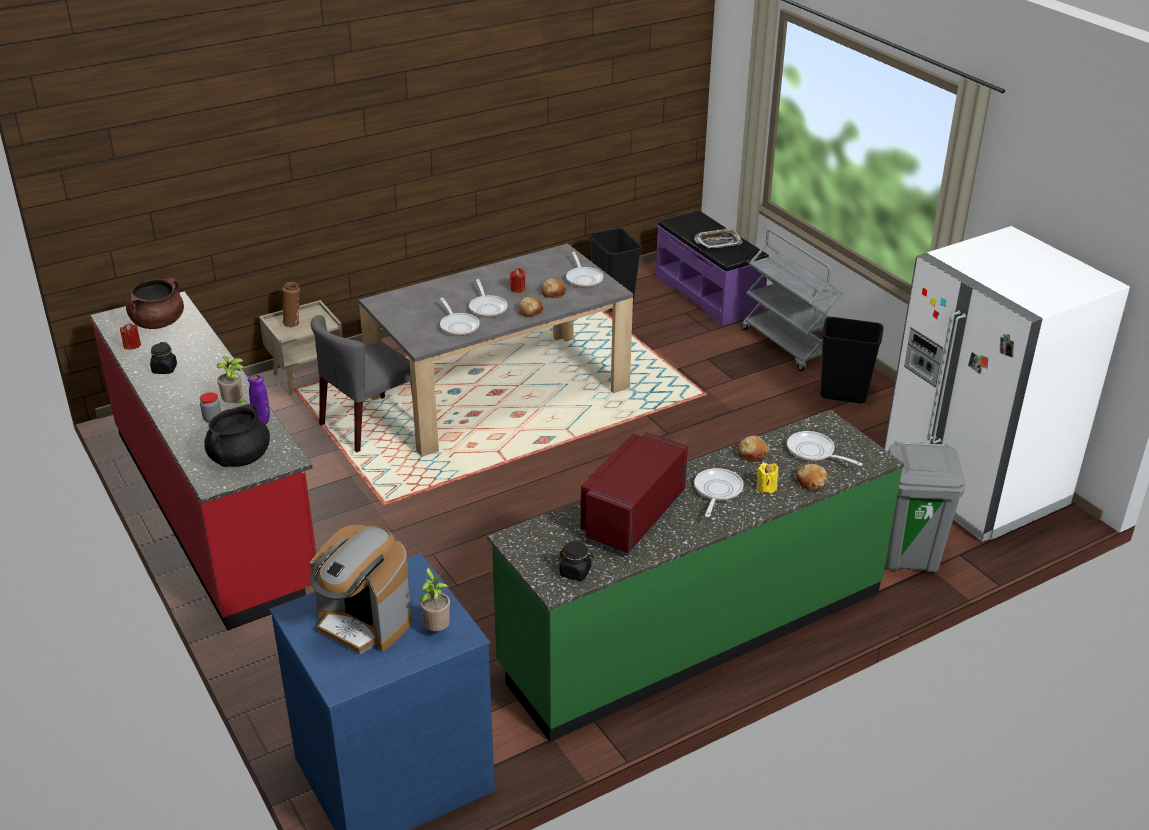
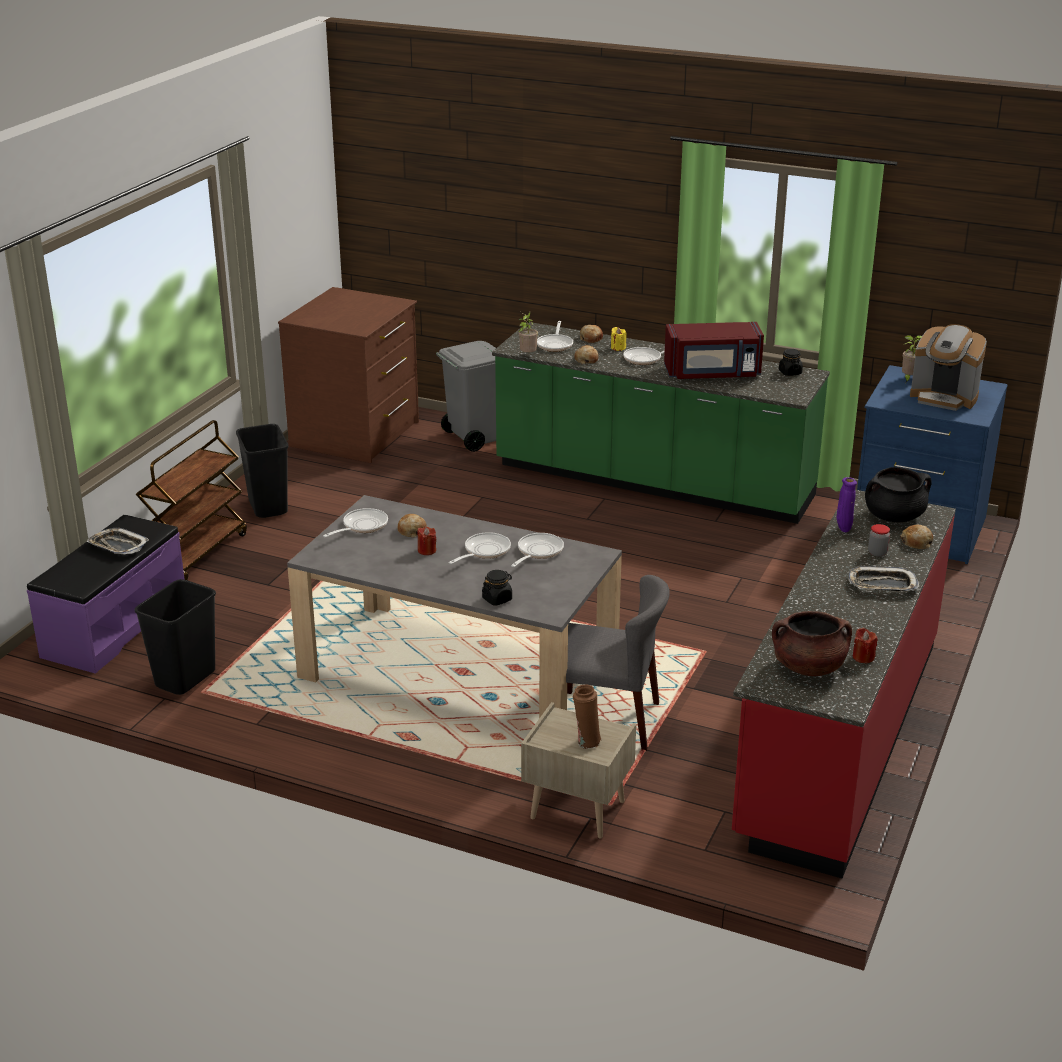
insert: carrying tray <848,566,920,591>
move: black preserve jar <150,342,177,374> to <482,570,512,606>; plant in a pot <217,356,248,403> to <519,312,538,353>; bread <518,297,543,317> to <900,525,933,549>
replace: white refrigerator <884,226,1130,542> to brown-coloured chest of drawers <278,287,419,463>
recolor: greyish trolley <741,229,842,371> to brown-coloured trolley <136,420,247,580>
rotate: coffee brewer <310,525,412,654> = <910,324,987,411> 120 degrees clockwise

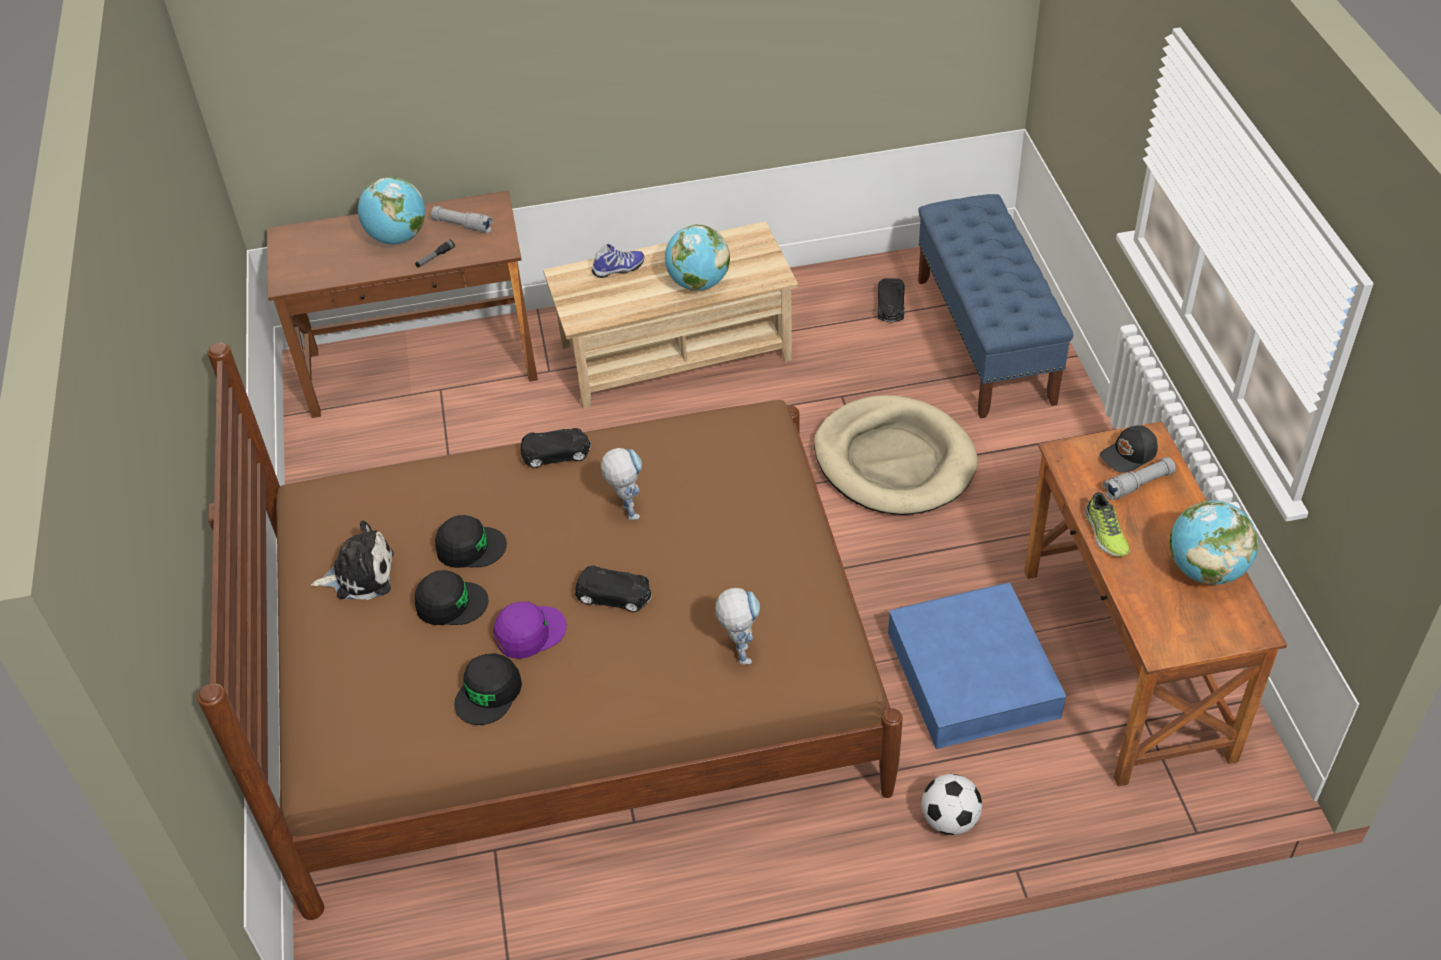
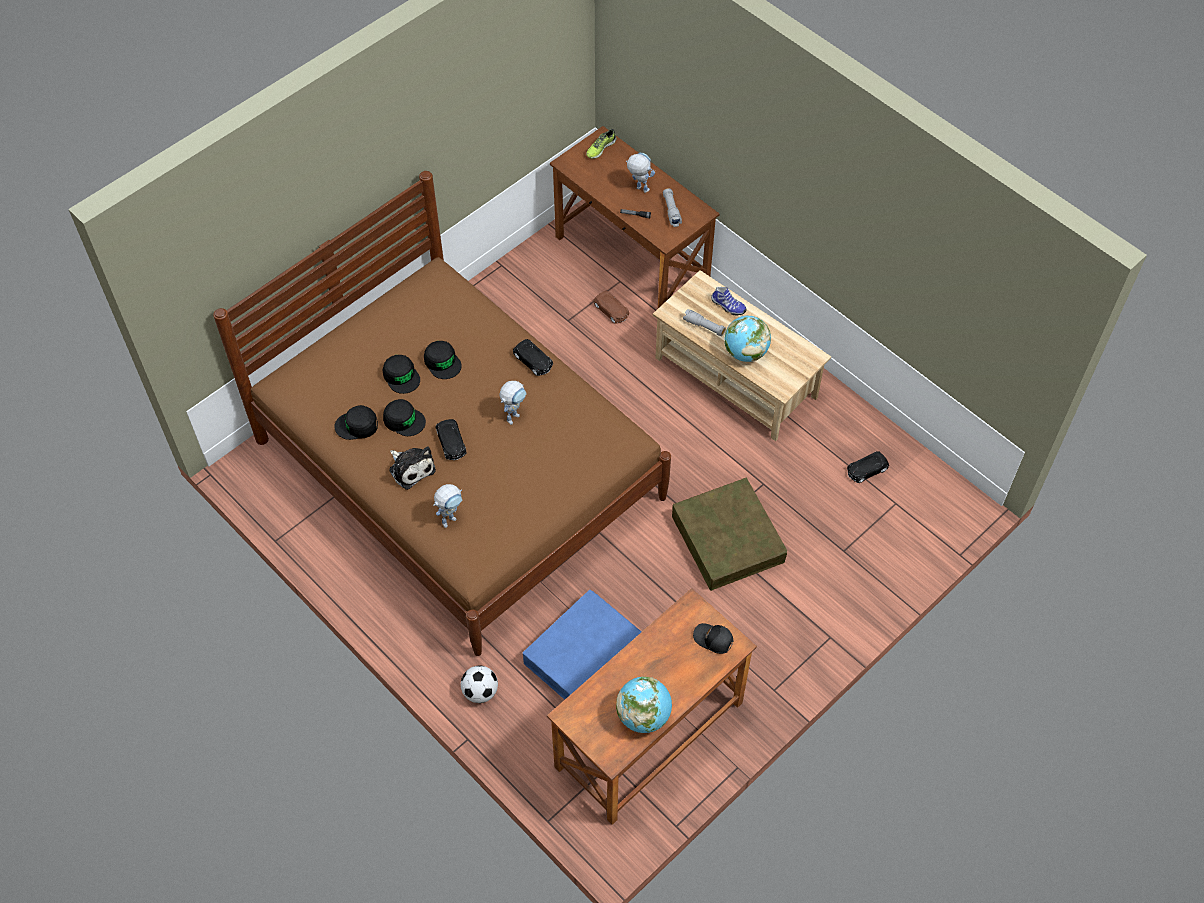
delete: blue-coloured long seat <918,194,1073,418>
insert: brown-coloured model car <593,291,629,324>
move: soft toy <311,521,393,600> to <389,447,436,490>; shoe <1085,492,1130,557> to <586,129,617,159>; greyish torch <1103,457,1176,500> to <683,309,726,336>
replace: globe <358,177,425,244> to robot figure <626,153,655,193>; beige dog bed <814,395,978,515> to brown-coloured storage box <672,478,787,591>
recolor: purplish cap <493,602,567,659> to black cap <383,399,426,436>

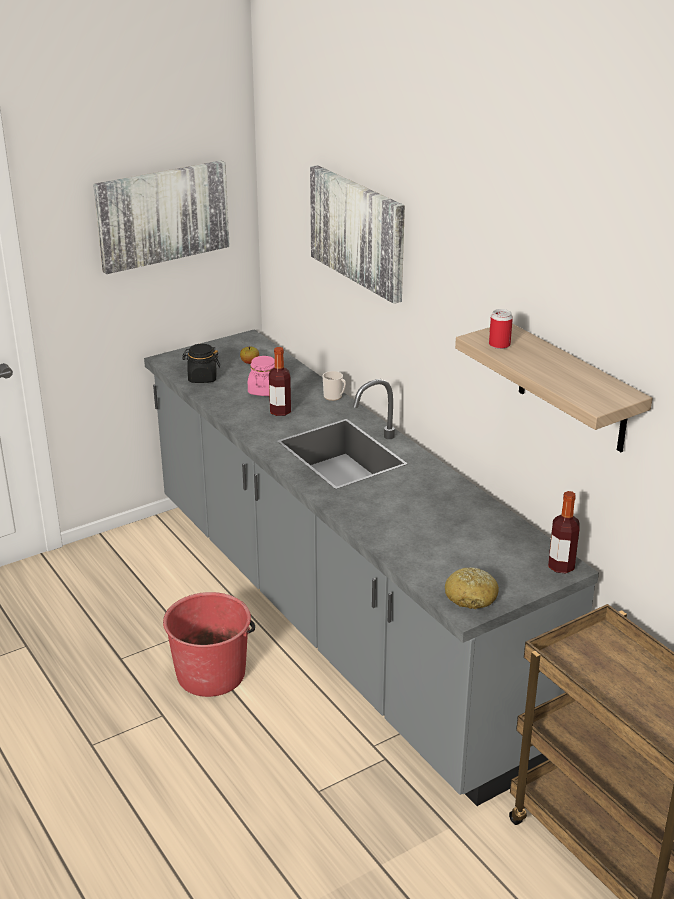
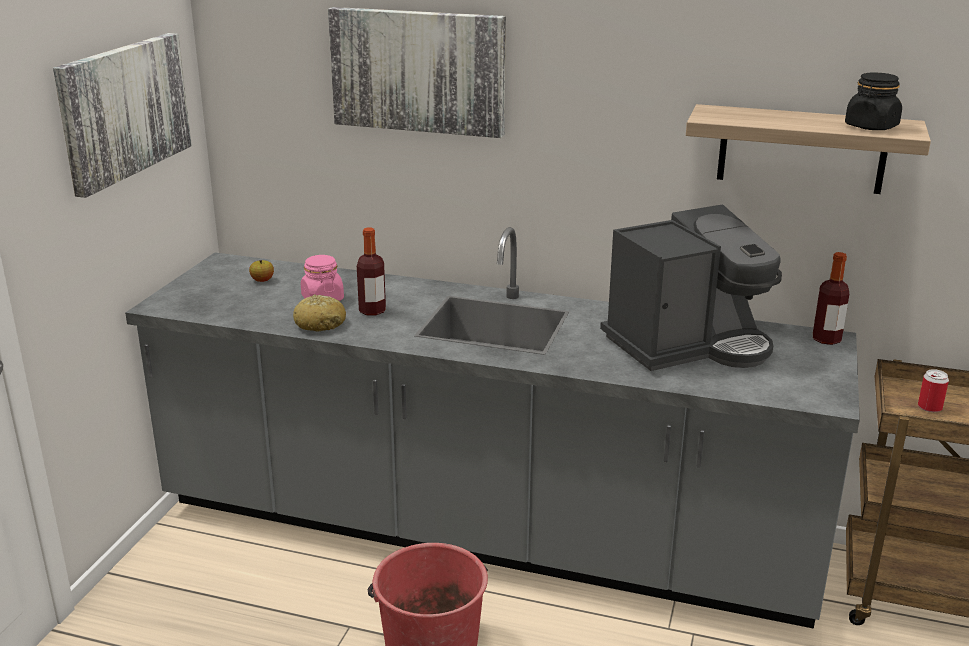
delete: tea mug <323,371,346,401>
insert: coffee brewer <600,204,782,371>
move: black preserve jar <182,344,220,383> to <845,72,902,130>; bread <445,568,499,609> to <293,294,346,332>; metal can <489,309,513,349> to <918,369,949,412>

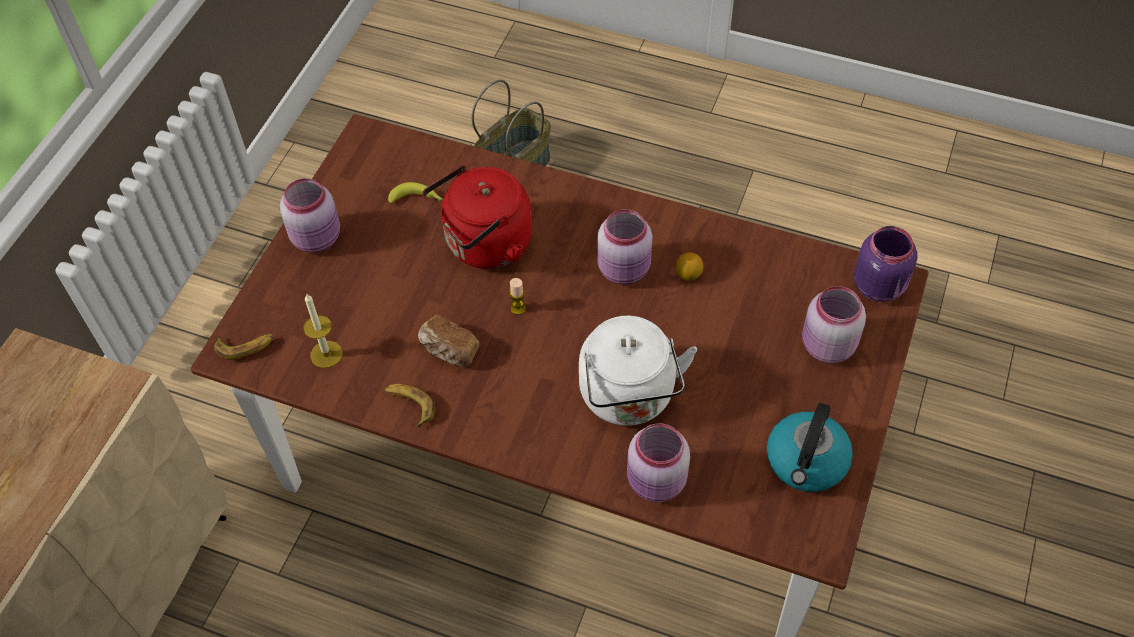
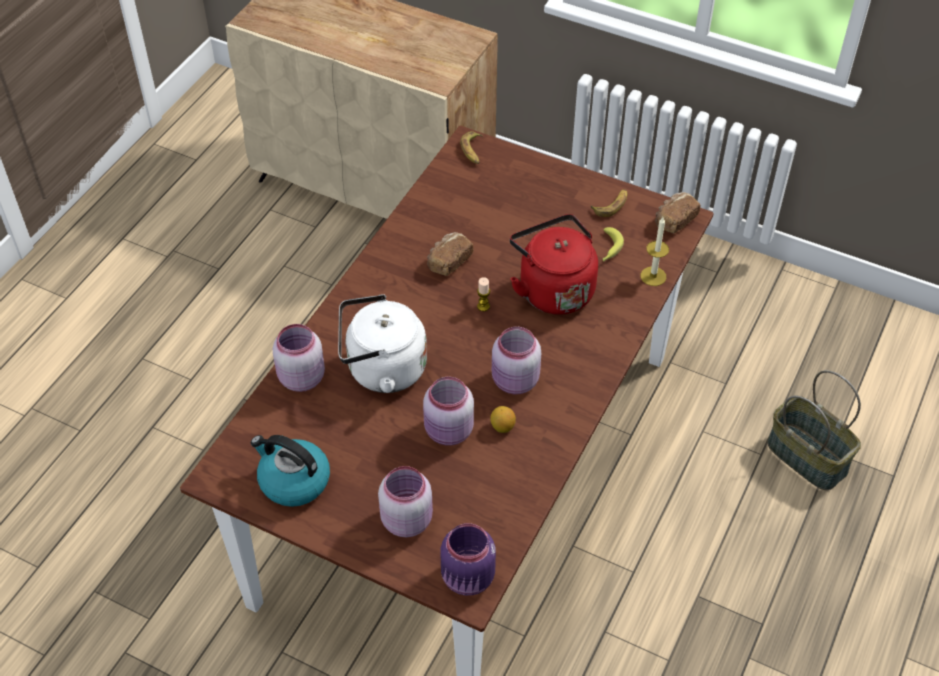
insert: bread <655,192,701,234>
move: pink-coloured preserve jar <280,178,340,253> to <423,377,474,446>; wax light <303,293,343,368> to <640,217,669,286>; whole banana <384,384,435,427> to <591,189,627,217>

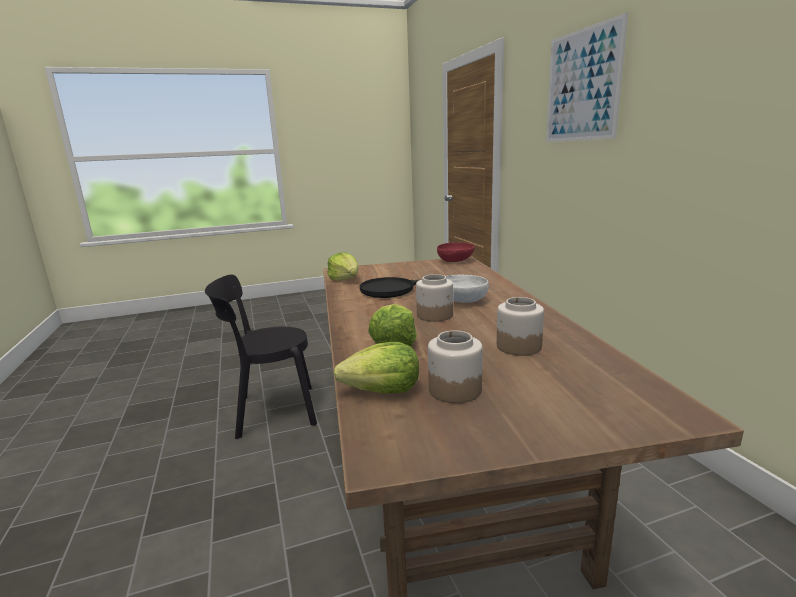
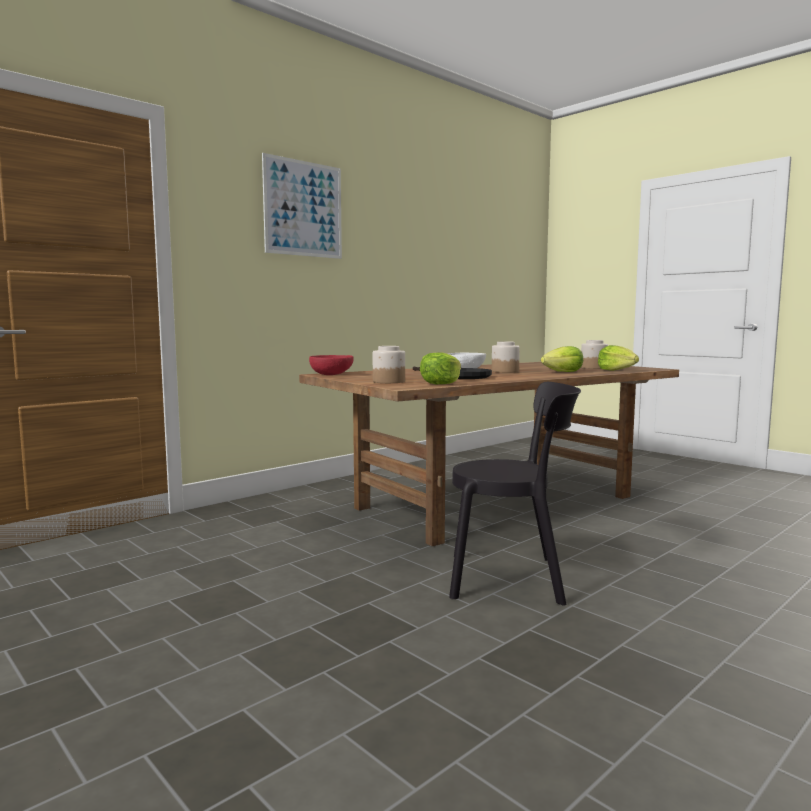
move: preserve jar <497,297,544,356> to <373,346,405,383>
rotate: black upright chair <205,274,317,439> = <449,382,581,606> 45 degrees counterclockwise

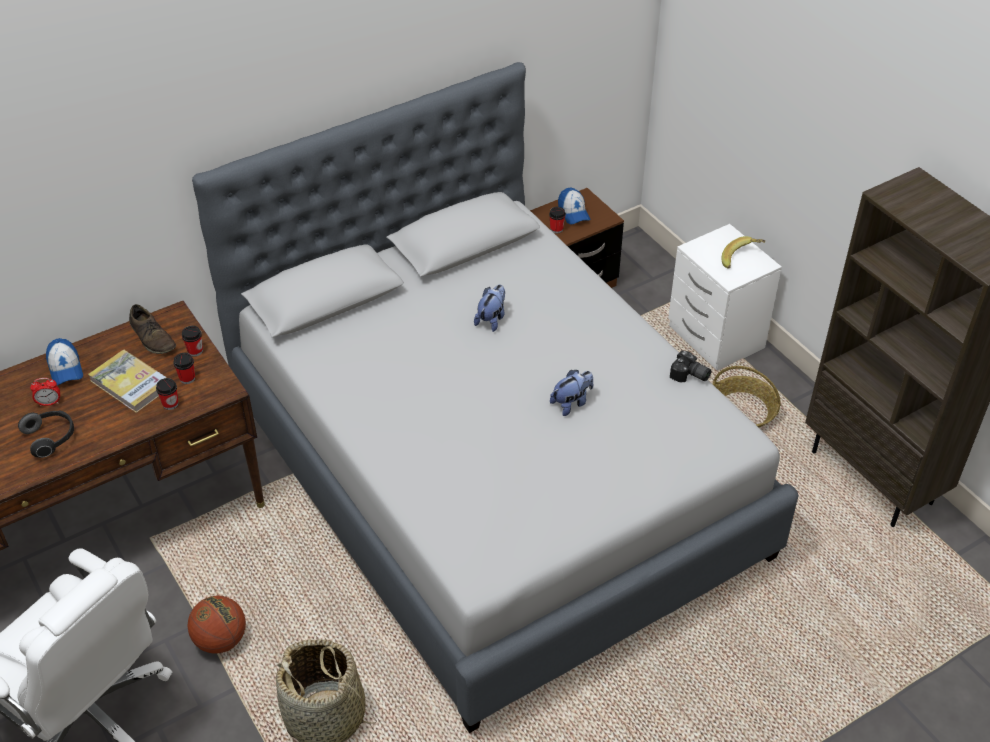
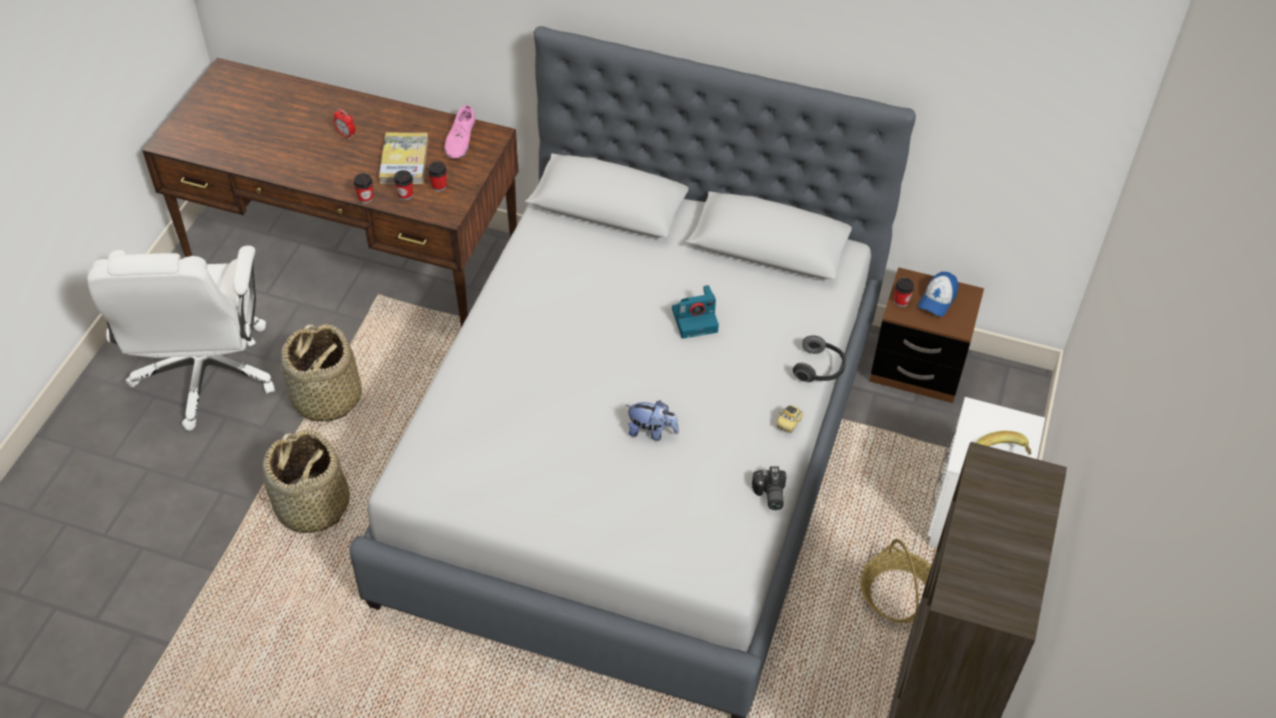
delete: cap <46,338,83,385>
insert: model car <776,405,803,433>
move: headset <18,410,74,458> to <793,335,846,382>; drinking cup <182,326,203,357> to <353,173,373,204>
replace: basketball <188,595,246,654> to household basket <281,324,362,426>; soft toy <474,285,505,332> to photo camera <672,285,719,339>
recolor: brown-coloured shoe <129,304,176,354> to pink-coloured shoe <444,105,475,158>

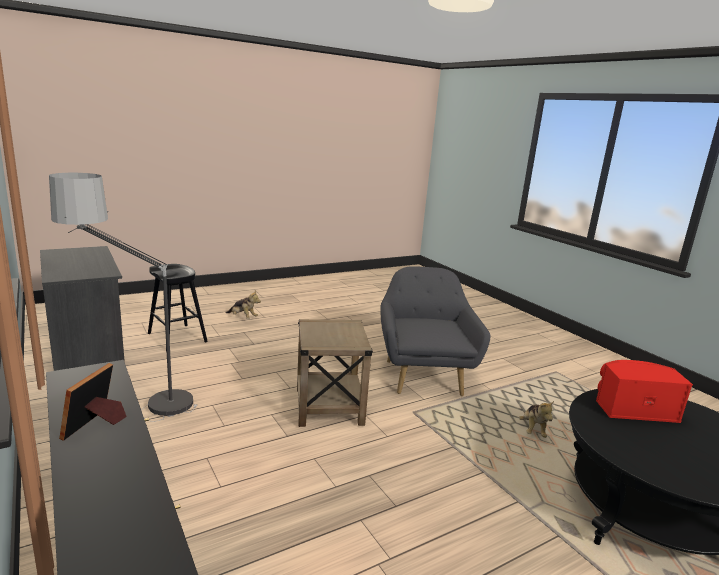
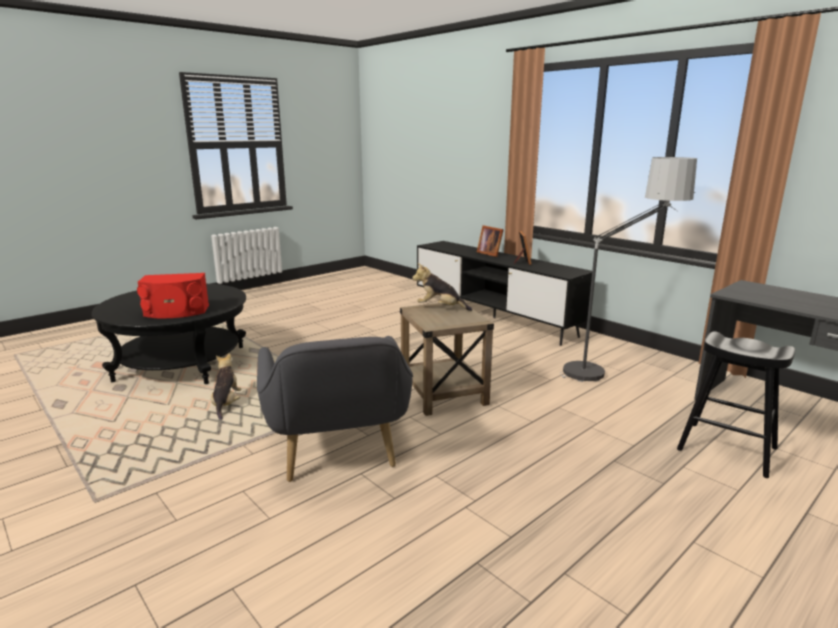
insert: photo frame <477,225,504,257>
move: soft toy <226,290,261,319> to <412,263,472,311>

